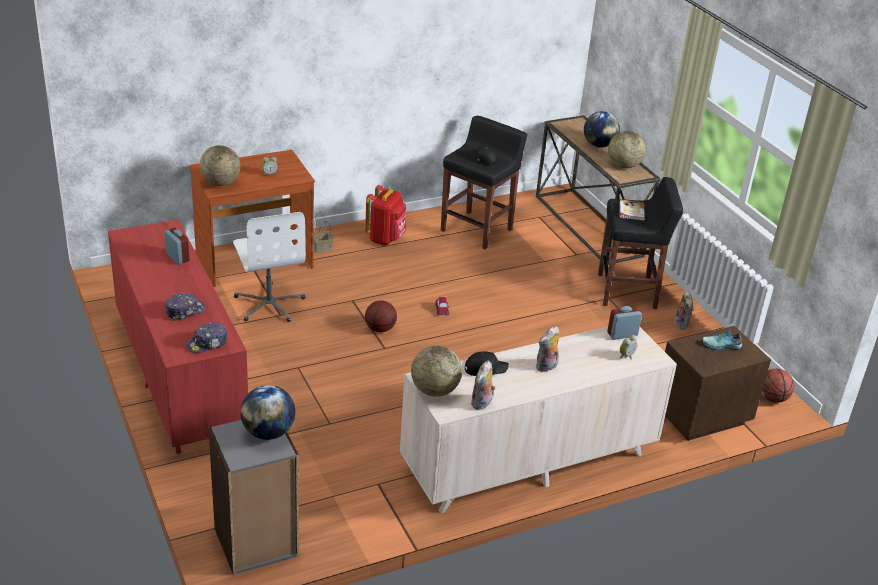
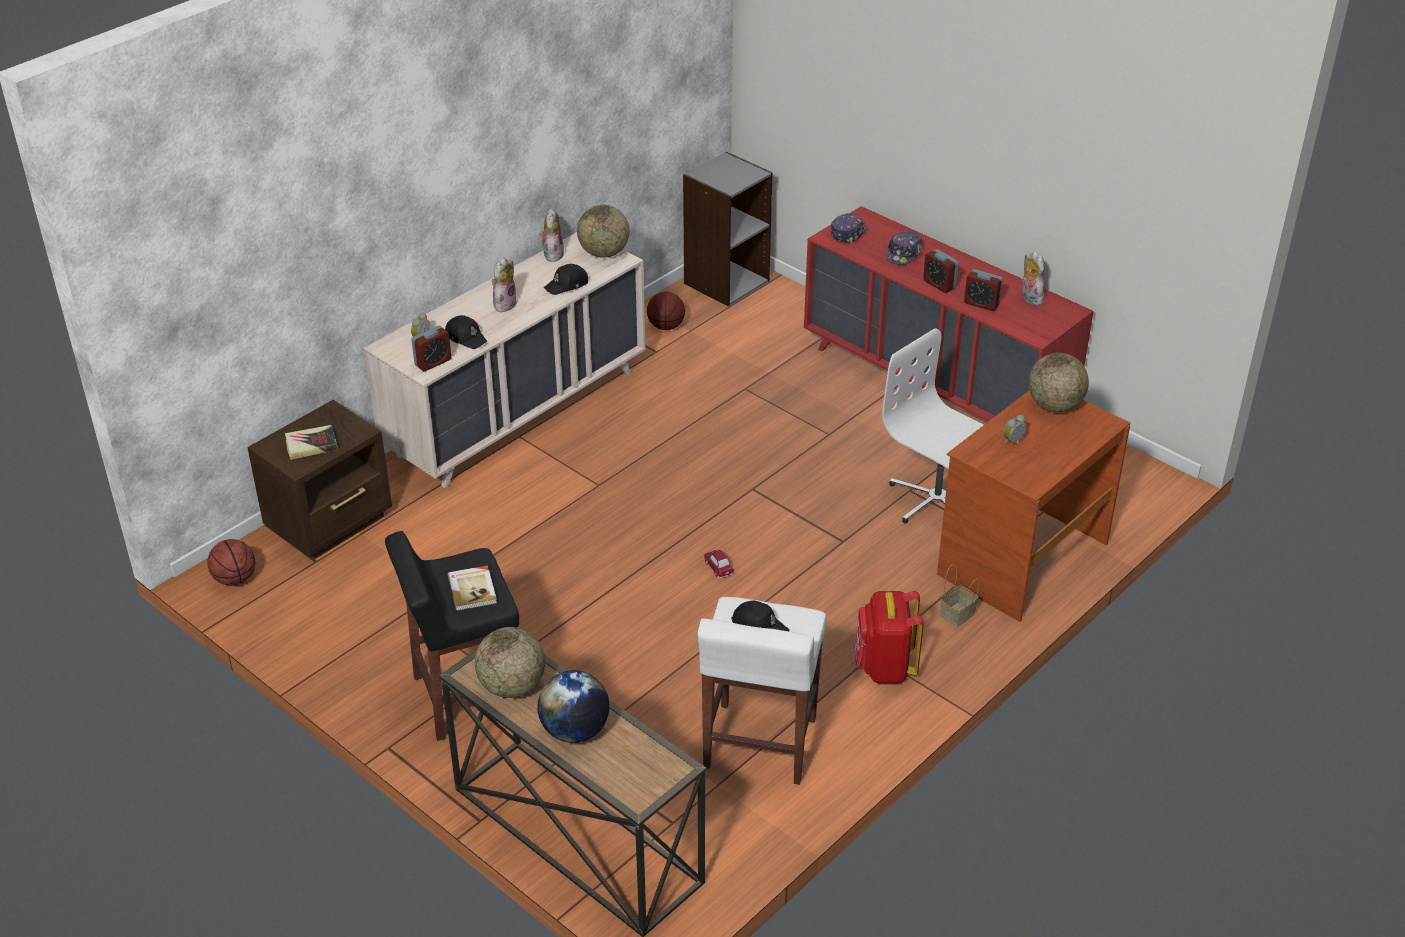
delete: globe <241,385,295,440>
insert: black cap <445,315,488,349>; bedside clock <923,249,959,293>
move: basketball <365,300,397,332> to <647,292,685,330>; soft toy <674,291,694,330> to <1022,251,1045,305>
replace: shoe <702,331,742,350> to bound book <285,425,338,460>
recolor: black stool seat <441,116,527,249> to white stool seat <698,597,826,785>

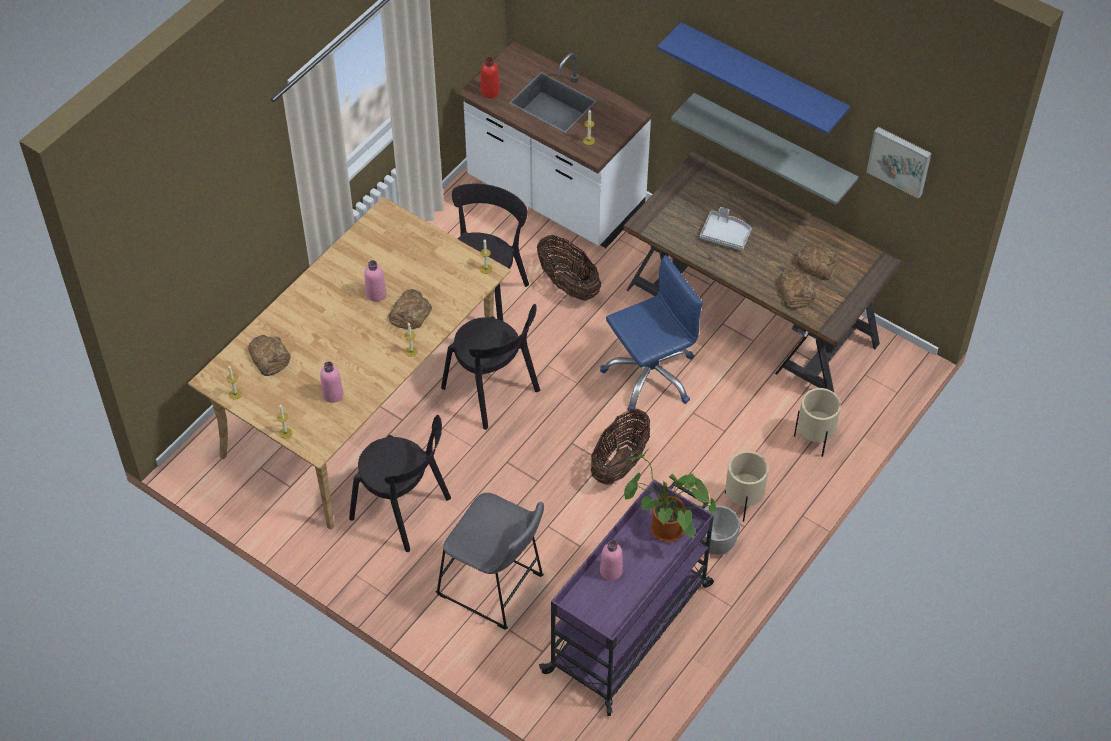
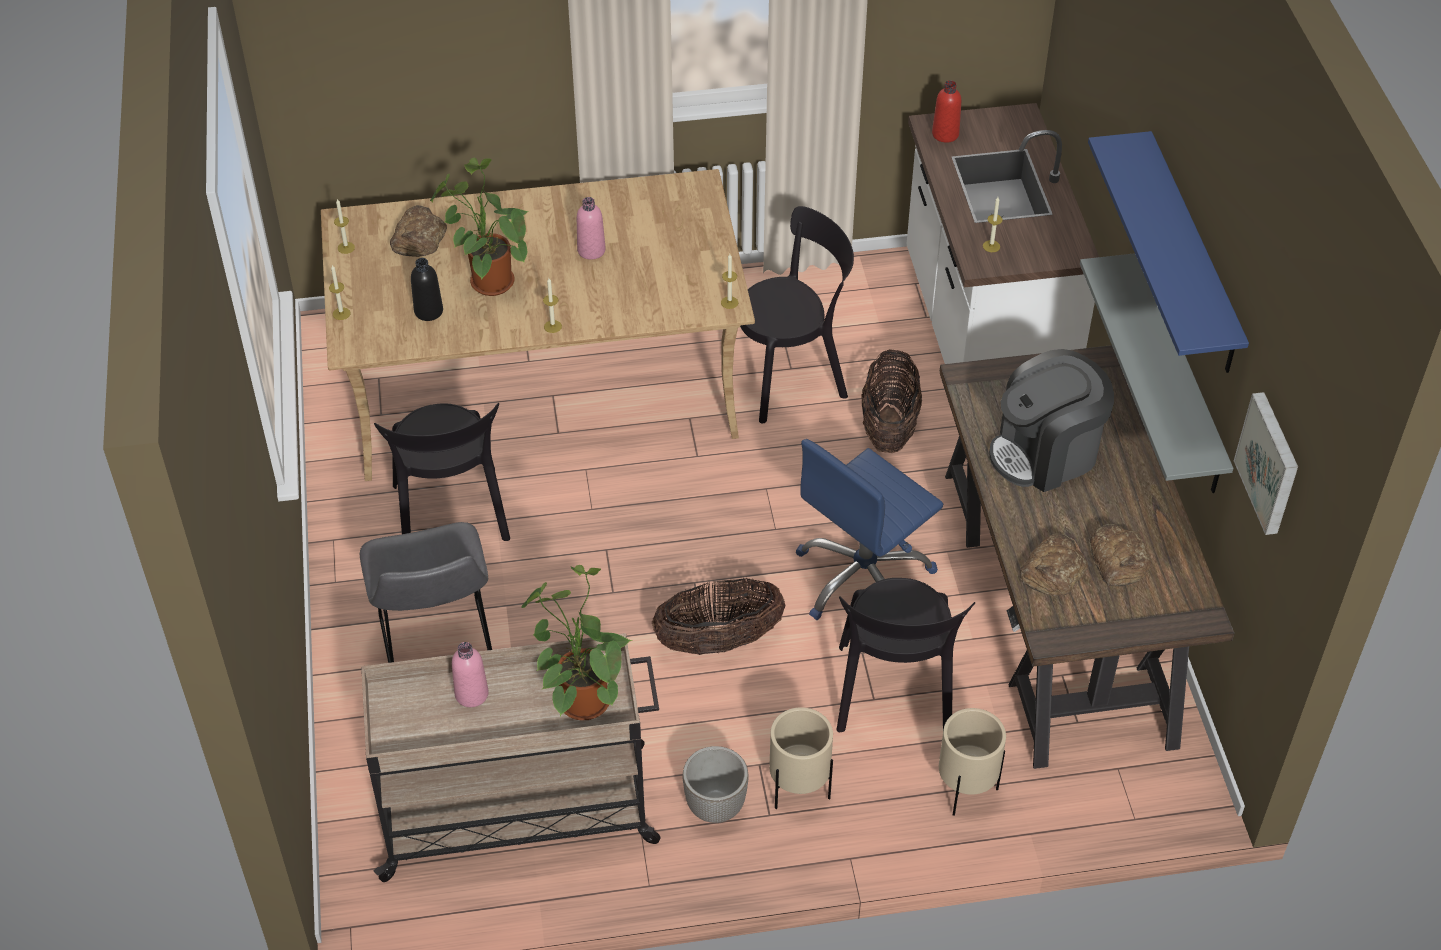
delete: bread <388,289,432,329>
insert: plant in a pot <430,158,529,296>
move: black upright chair <441,304,540,430> to <837,578,975,732>
replace: greyish carrying tray <700,207,752,250> to coffee brewer <989,349,1114,492>
recolor: pink-coloured bottle <320,362,344,403> to black bottle <411,258,443,321>; purplish trolley <539,479,714,716> to beige trolley <361,633,661,882>
rotate: blue-coloured computer chair <600,255,703,410> = <796,439,943,620> 120 degrees clockwise

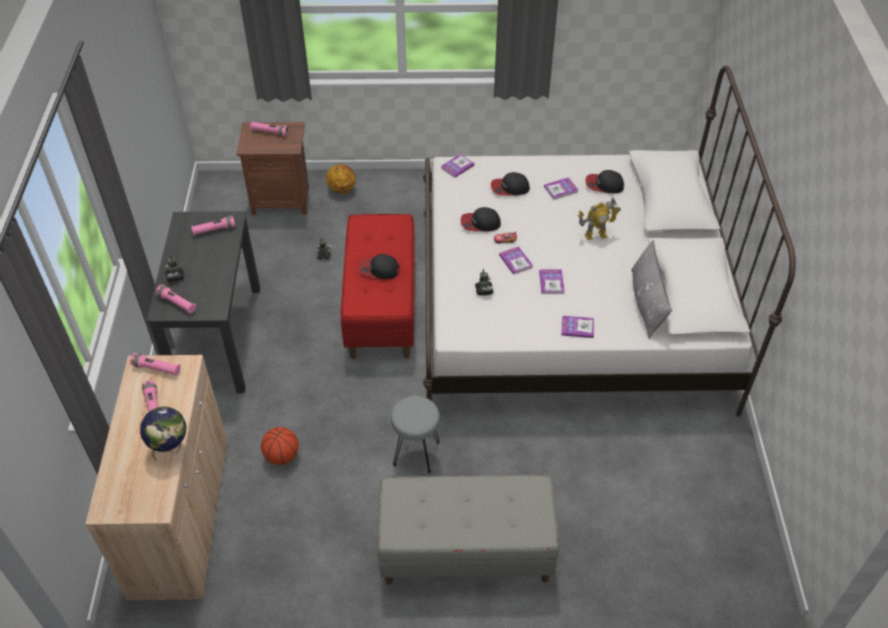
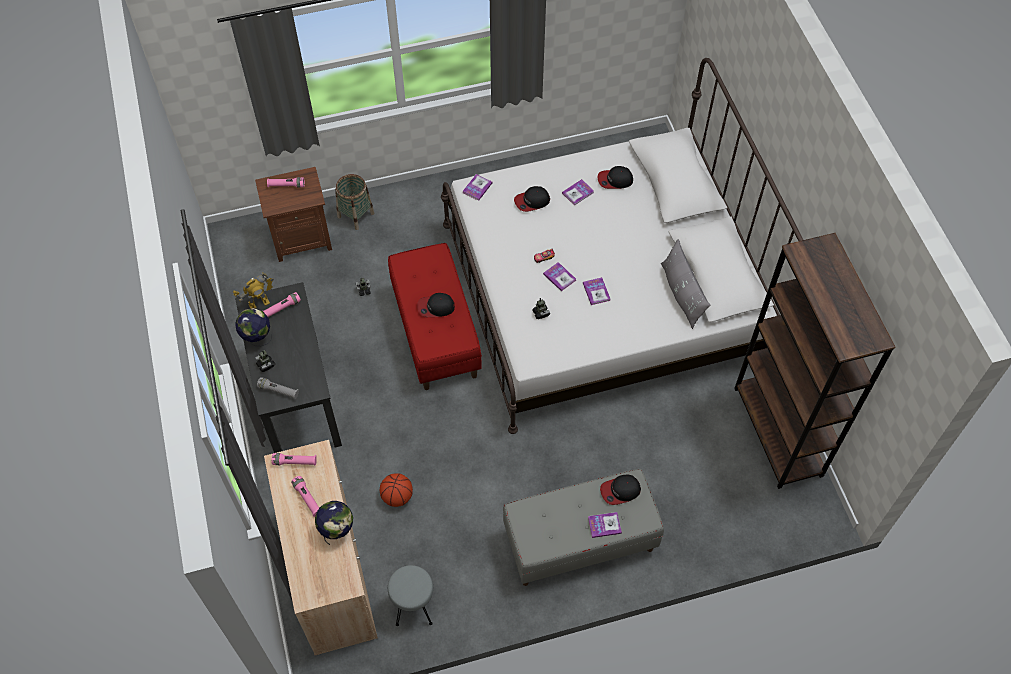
insert: globe <235,308,272,347>; brown-coloured bookshelf <734,233,895,489>
move: greyish stool seat <391,396,440,473> to <388,565,433,626>; cap <461,207,501,232> to <600,475,641,505>; bound book <561,315,594,338> to <588,512,622,538>; robot figure <578,198,621,240> to <233,272,274,309>
replace: basketball <326,164,356,194> to household basket <335,174,374,230>
recolor: pink-coloured torch <156,284,197,314> to greyish torch <257,377,299,399>

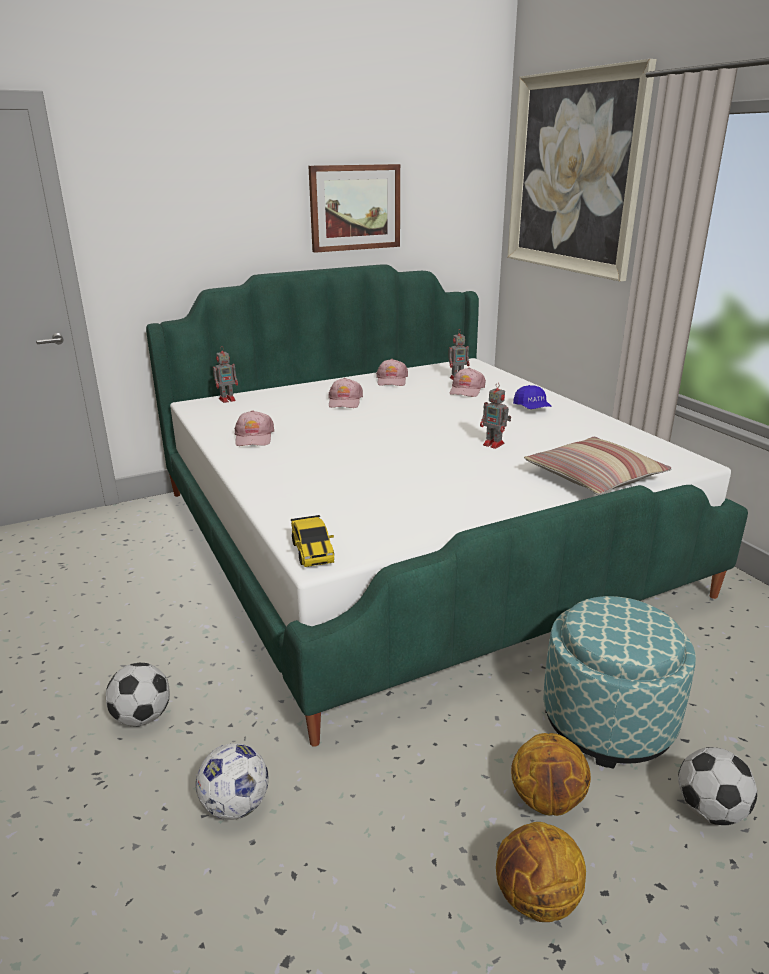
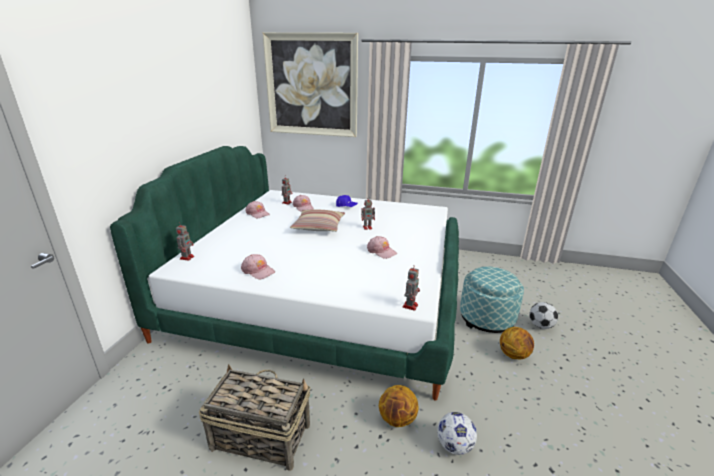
delete: ball for football <106,663,170,727>; wall art <308,164,400,253>
insert: household basket <199,364,310,471>
move: pink-coloured cap <328,378,363,408> to <367,236,397,259>; basketball <496,822,586,922> to <379,385,419,427>; pillow <524,437,671,495> to <290,210,345,232>
replace: model car <290,515,334,567> to robot figure <403,266,420,311>

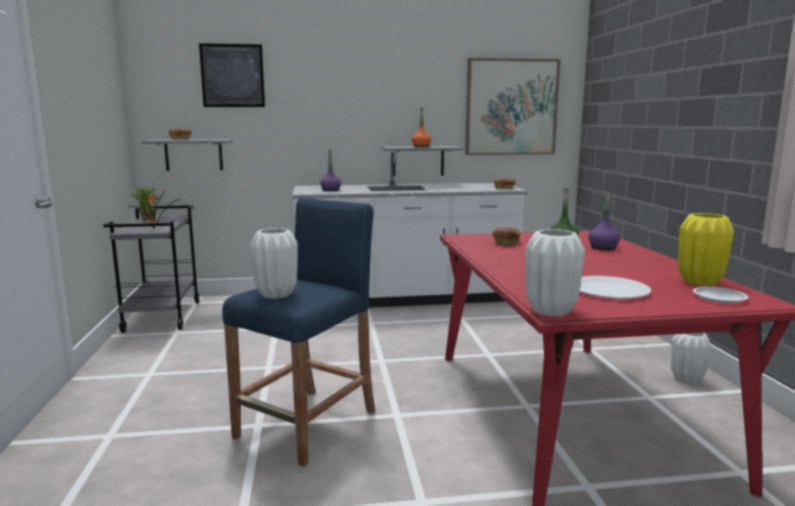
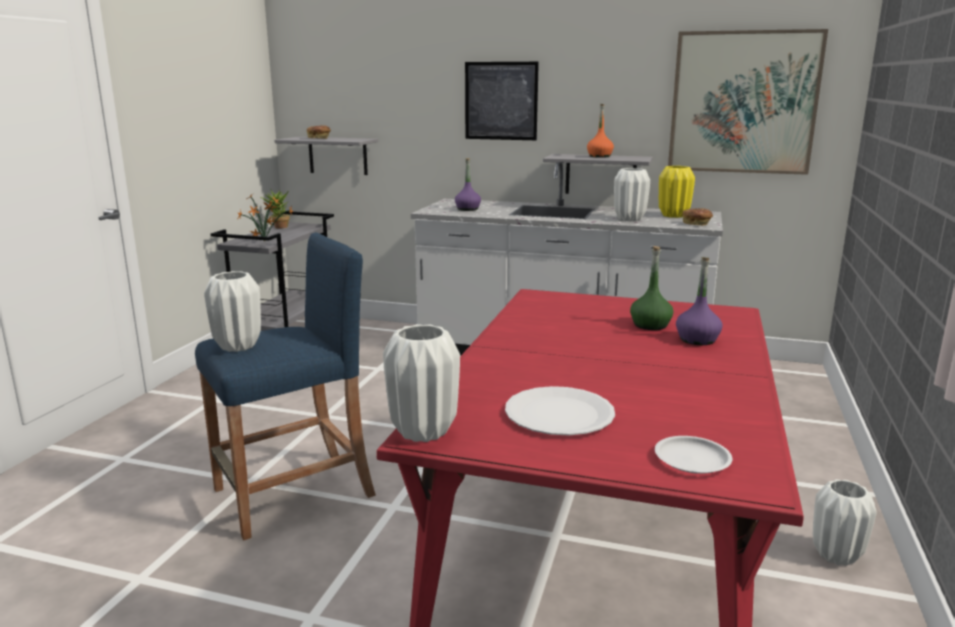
delete: bread <492,228,521,245>
insert: white vase <614,168,650,221>
move: wall art <199,43,265,107> to <465,62,539,140>; yellow-coloured vase <678,213,734,286> to <659,166,695,218>

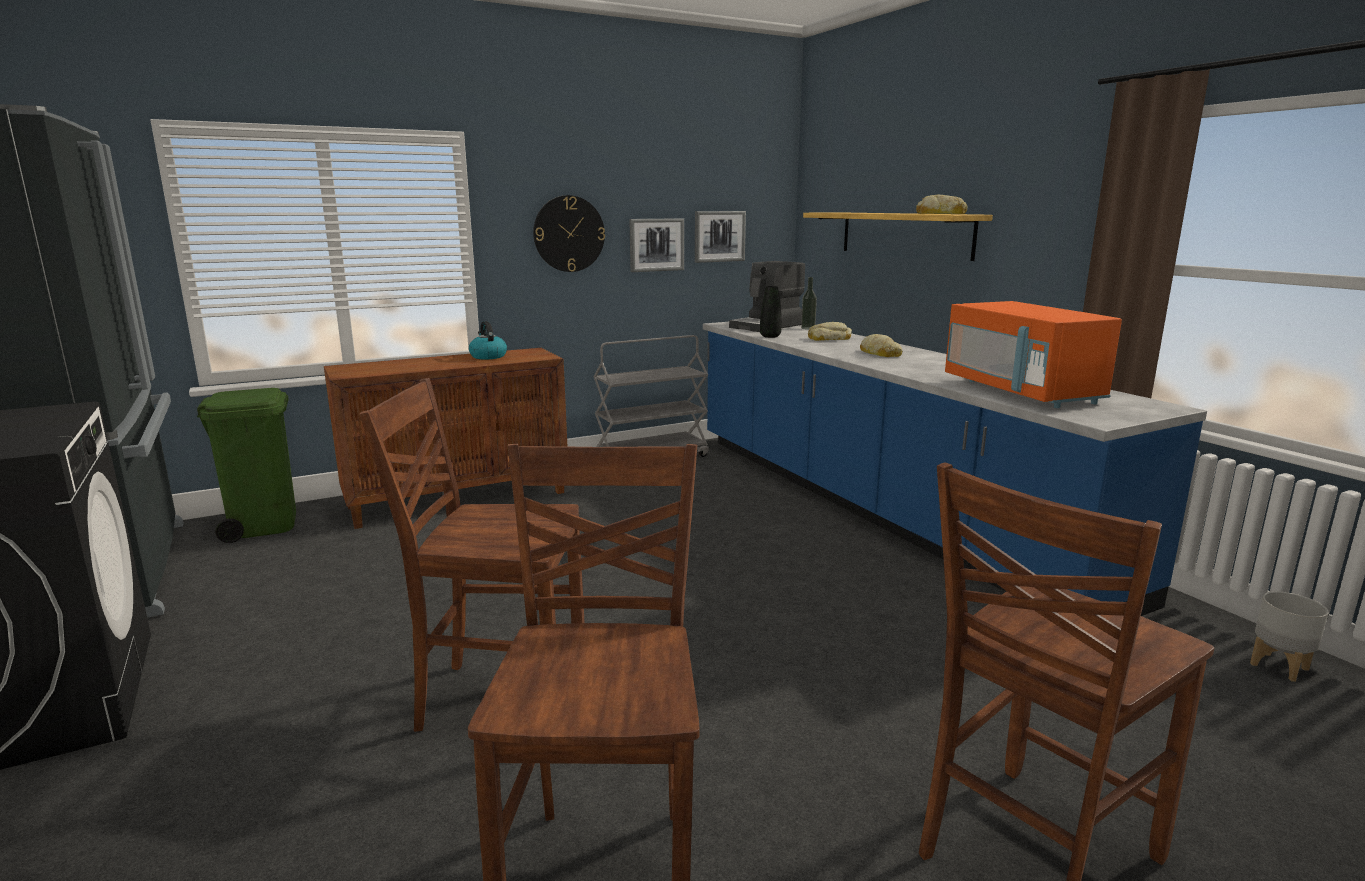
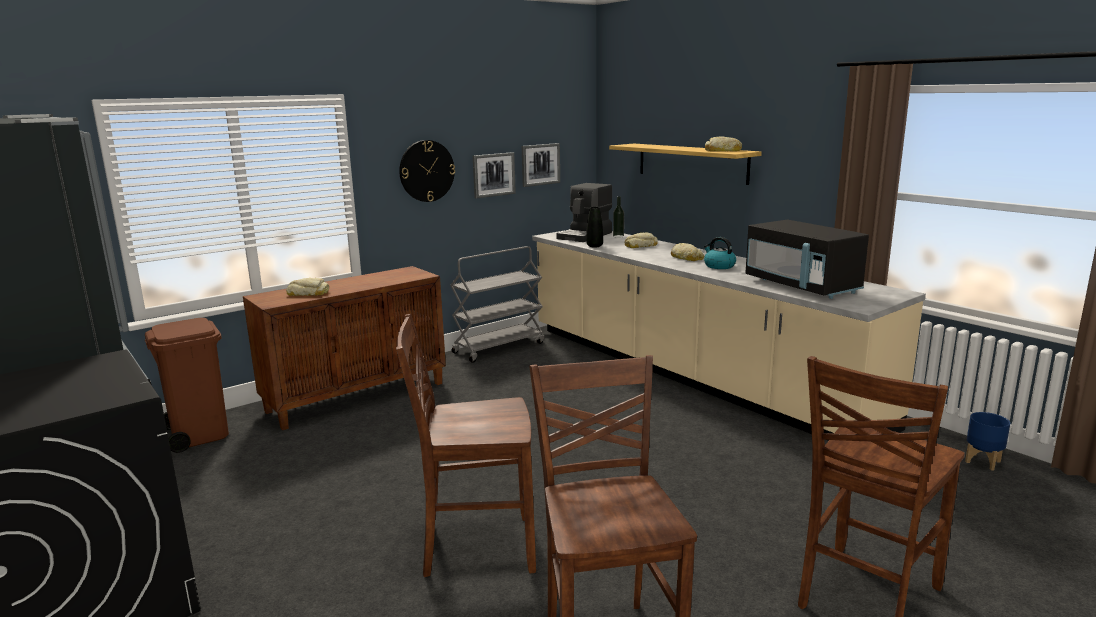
insert: bread <286,278,329,296>
move: water kettle <469,321,507,359> to <704,237,736,269>
recolor: green trash can <197,388,296,543> to brown-coloured trash can <145,318,229,453>; blue-coloured kitchen counter <703,322,1207,616> to beige kitchen counter <532,230,926,441>; orangey kitchen microwave <945,301,1122,408> to black kitchen microwave <745,220,869,299>; greyish plant pot <1250,591,1329,682> to blue-coloured plant pot <965,412,1011,471>

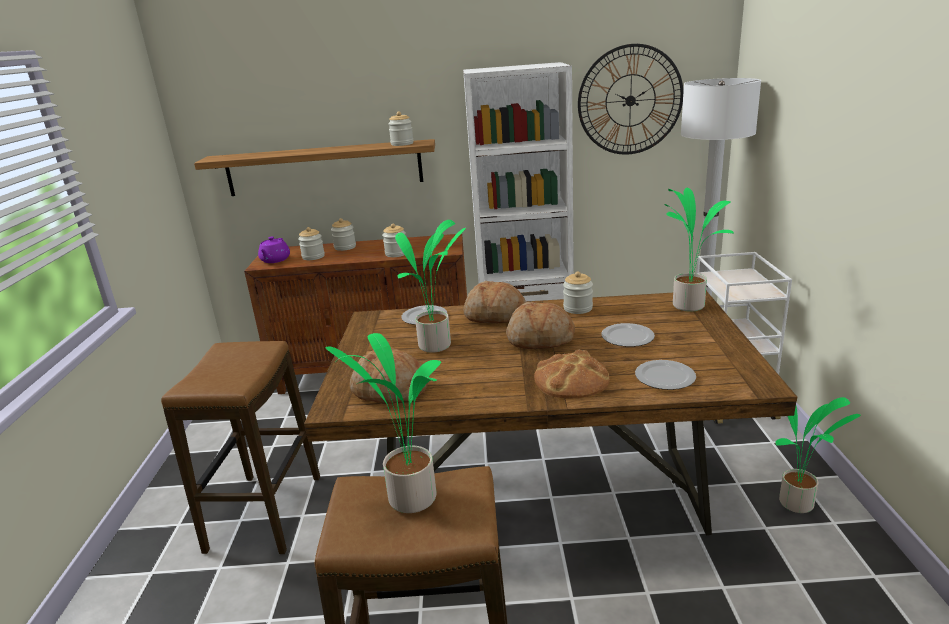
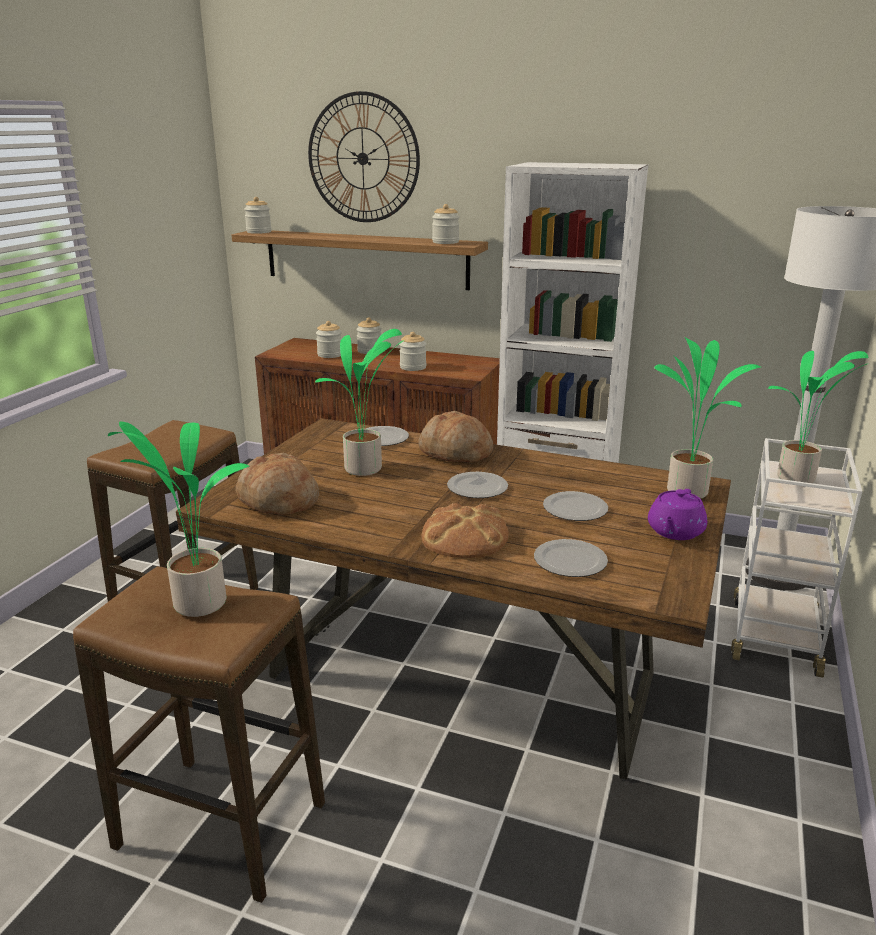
move: purplish teapot <258,237,290,263> to <648,489,707,540>; preserve jar <563,271,593,314> to <244,197,271,234>; hanging clock <578,44,684,155> to <308,91,420,222>; plant in a pot <775,397,861,513> to <768,351,869,483>
replace: bread <506,302,575,349> to dinner plate <447,472,508,498>

